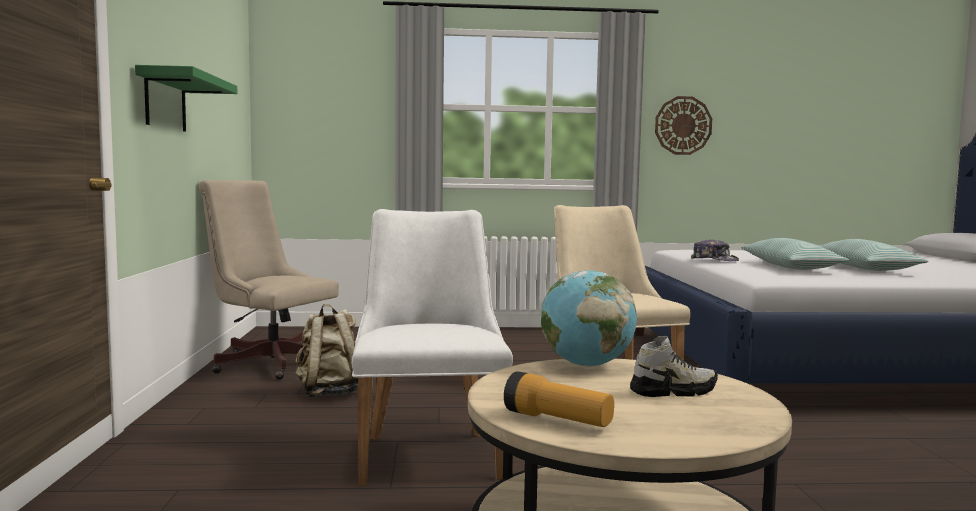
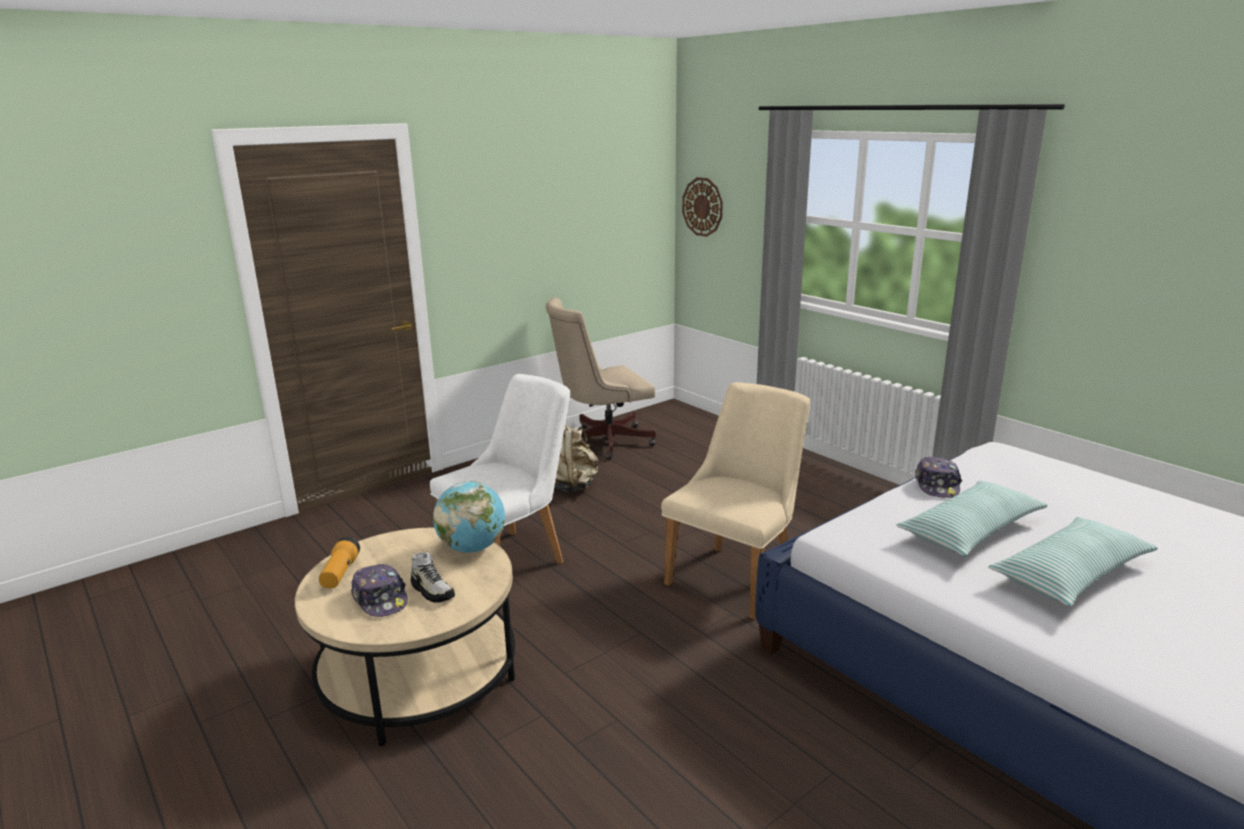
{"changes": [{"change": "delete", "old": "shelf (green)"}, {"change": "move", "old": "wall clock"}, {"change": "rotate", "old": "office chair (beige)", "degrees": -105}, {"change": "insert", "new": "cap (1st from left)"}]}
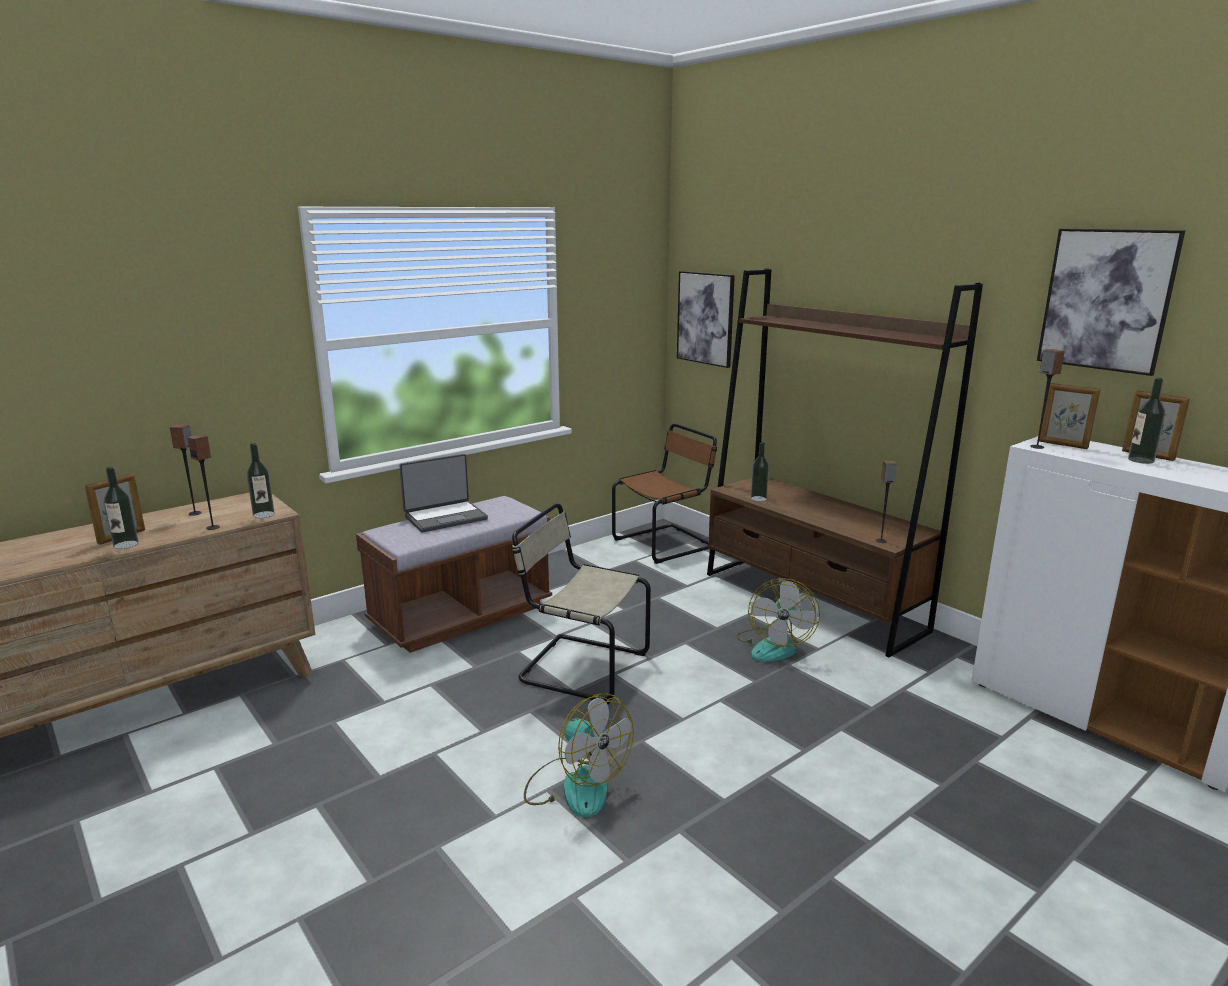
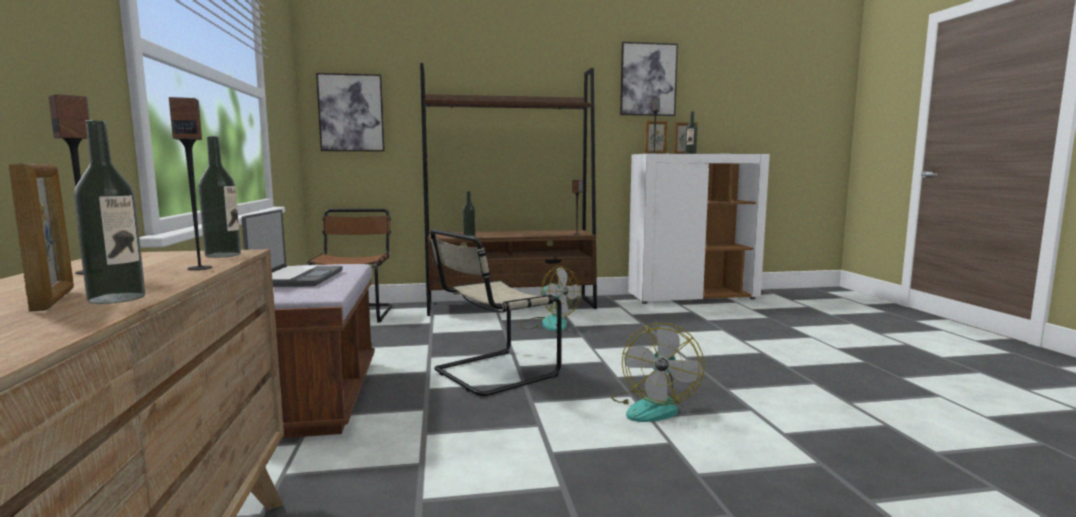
{"changes": [{"change": "rotate", "old": "fan (1st from left in the first image)", "degrees": 120}]}
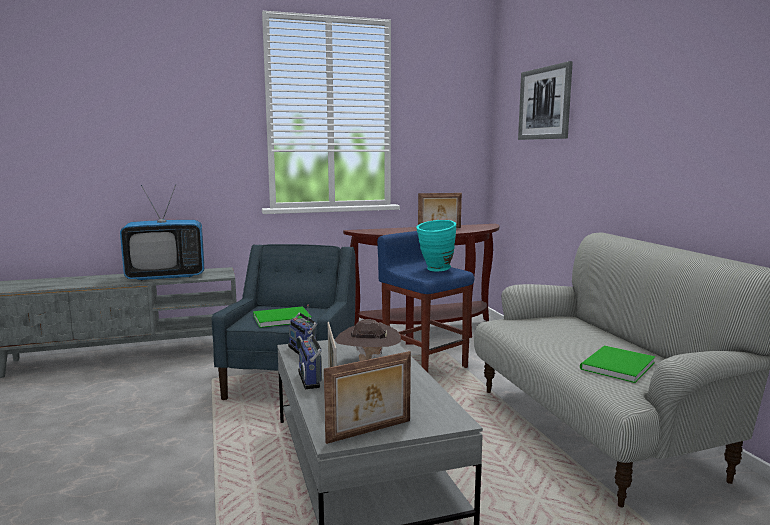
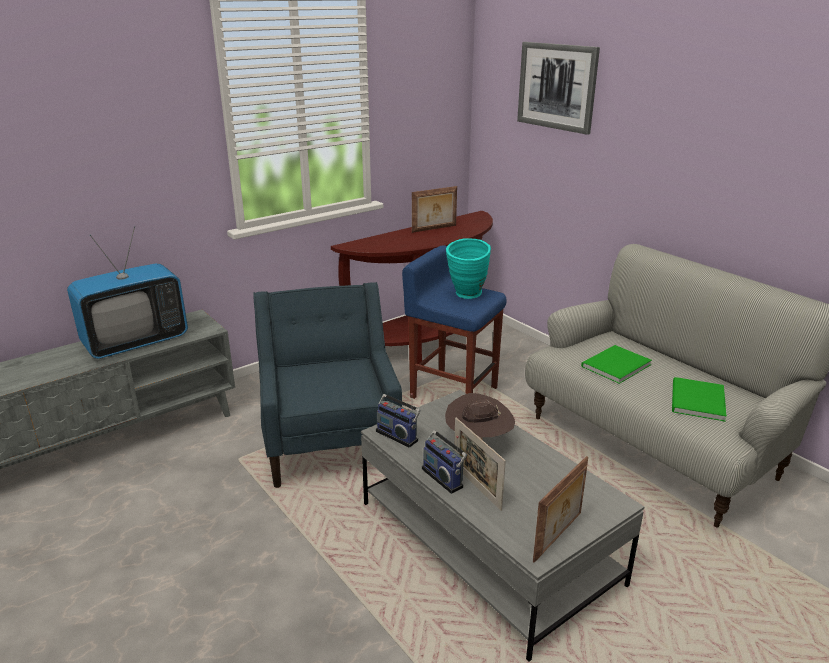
{"changes": [{"change": "move", "old": "book (green) (1st from left)"}]}
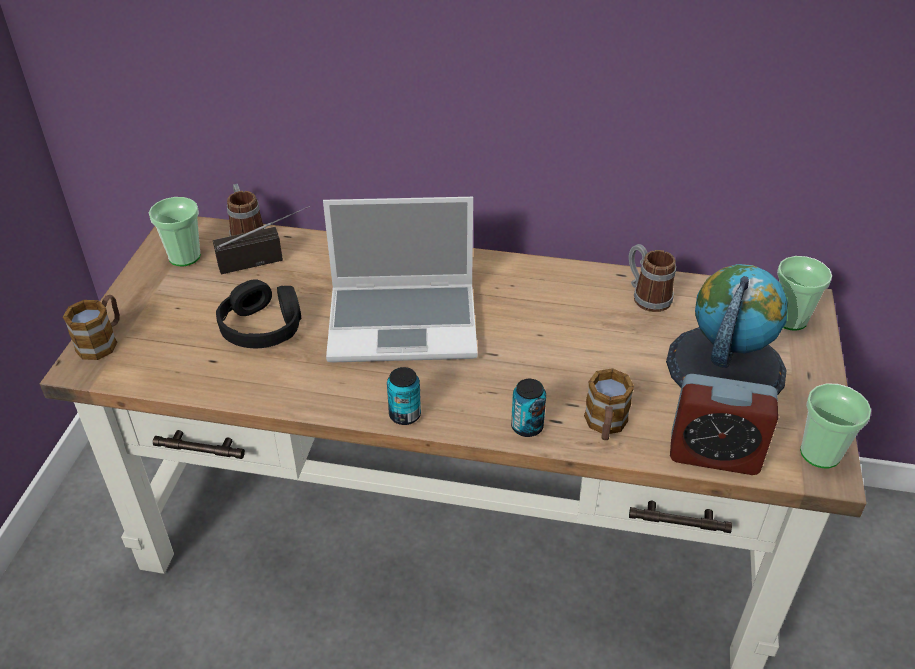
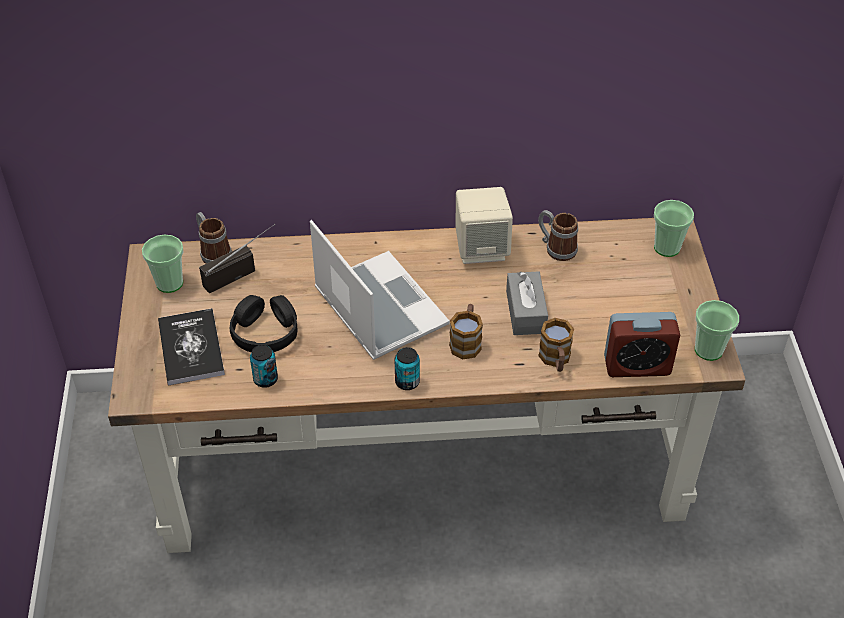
{"changes": [{"change": "rotate", "old": "laptop", "degrees": -105}, {"change": "delete", "old": "globe"}, {"change": "move", "old": "mug (1st from left in the first image)", "new": "mug (2nd from left)"}, {"change": "move", "old": "can (2nd from left in the first image)", "new": "can (1st from left)"}, {"change": "insert", "new": "speaker (beige)"}, {"change": "insert", "new": "tissue box (grey)"}, {"change": "insert", "new": "book"}]}
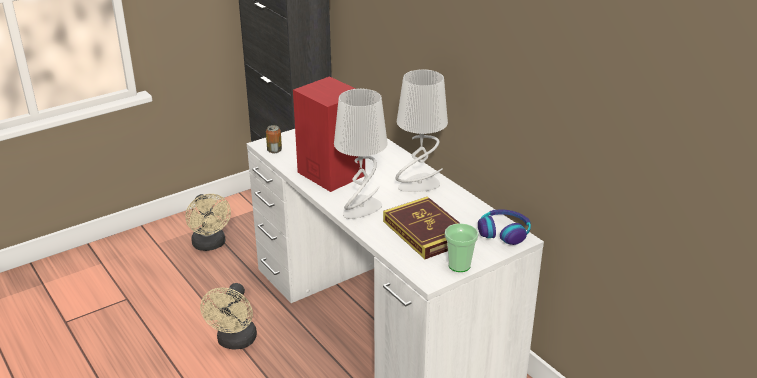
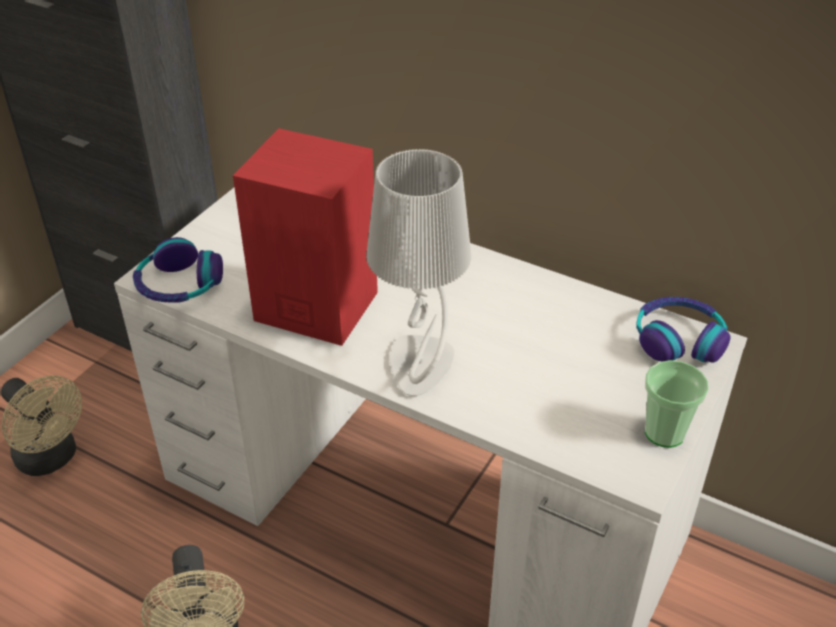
{"changes": [{"change": "delete", "old": "table lamp (grey) (2nd from left)"}, {"change": "replace", "old": "can", "new": "headphones (1st from left)"}, {"change": "delete", "old": "book"}]}
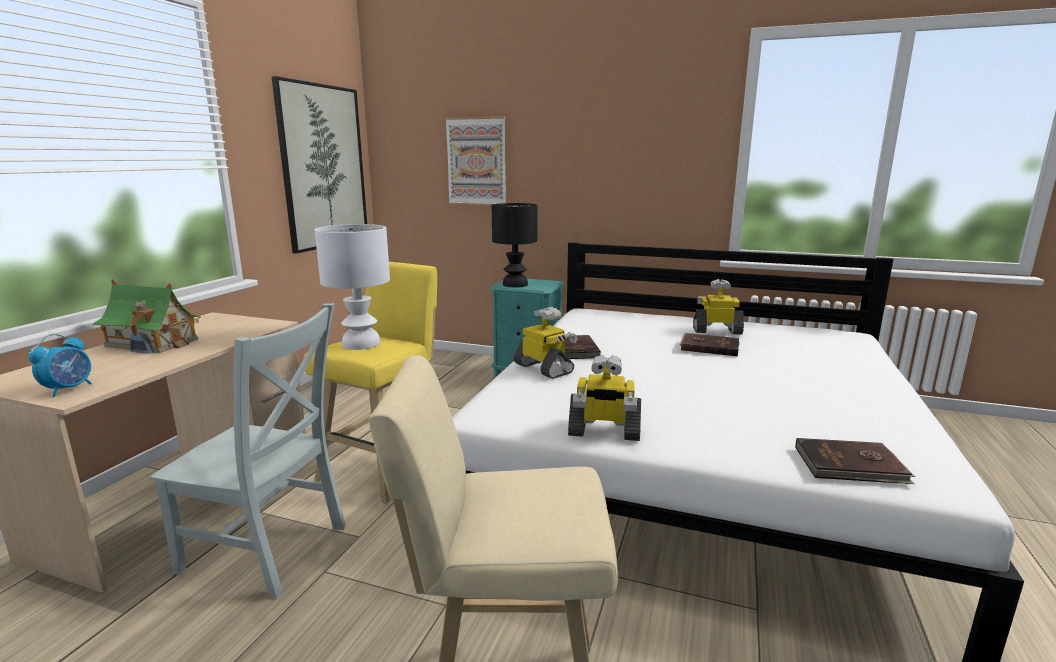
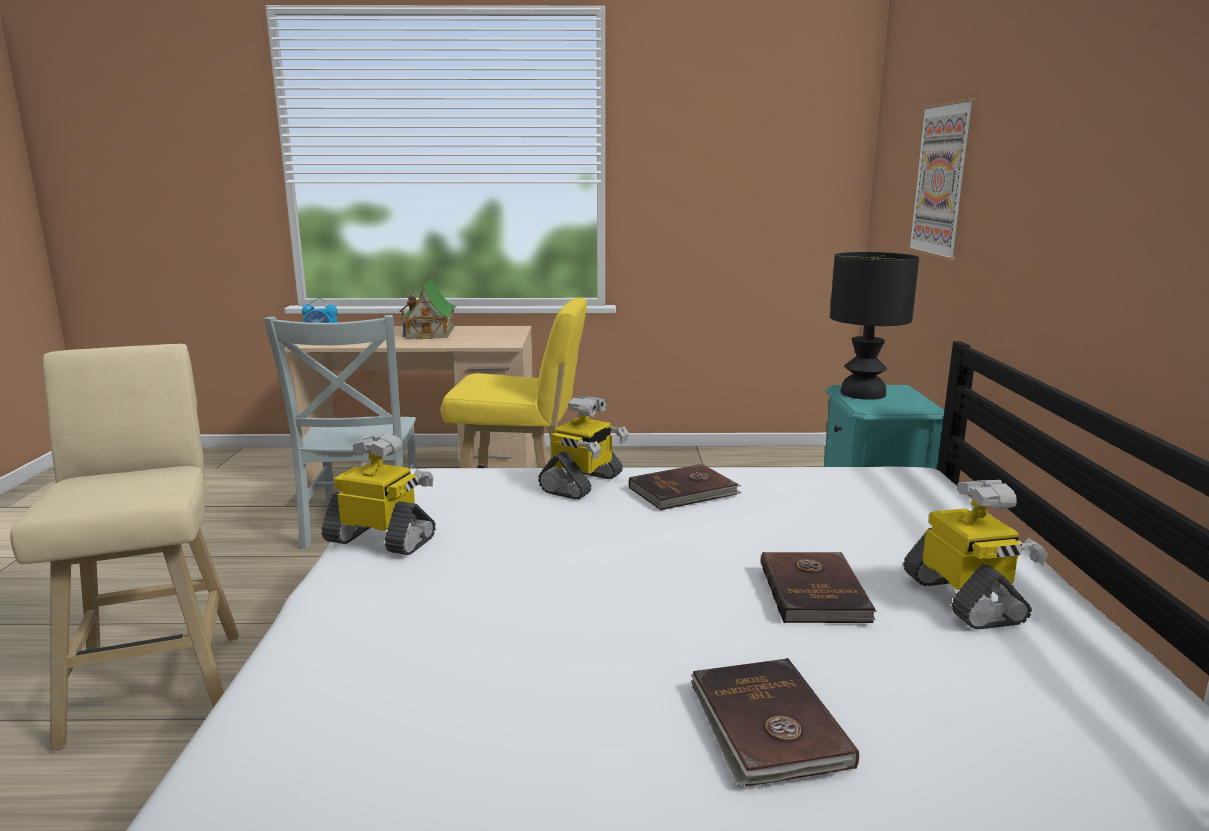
{"changes": [{"change": "delete", "old": "picture (1st from left)"}, {"change": "delete", "old": "table lamp (white)"}, {"change": "rotate", "old": "toy robot (2nd from left in the first image)", "degrees": 120}, {"change": "move", "old": "book (brown) (3rd from left in the first image)", "new": "book (brown) (2nd from left)"}]}
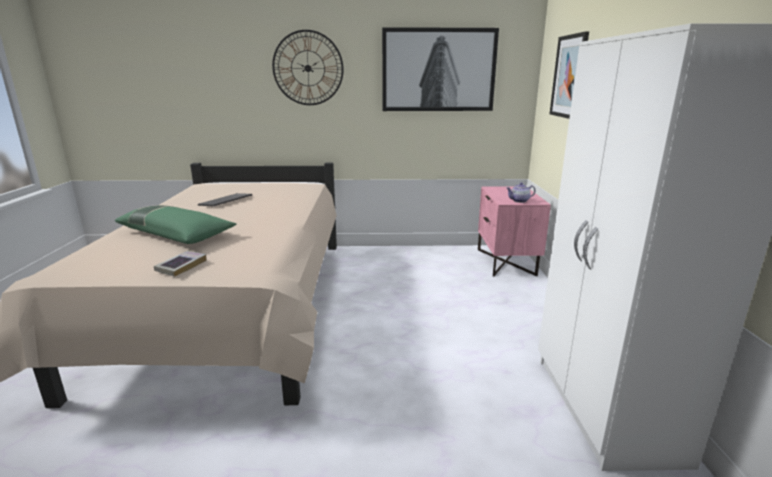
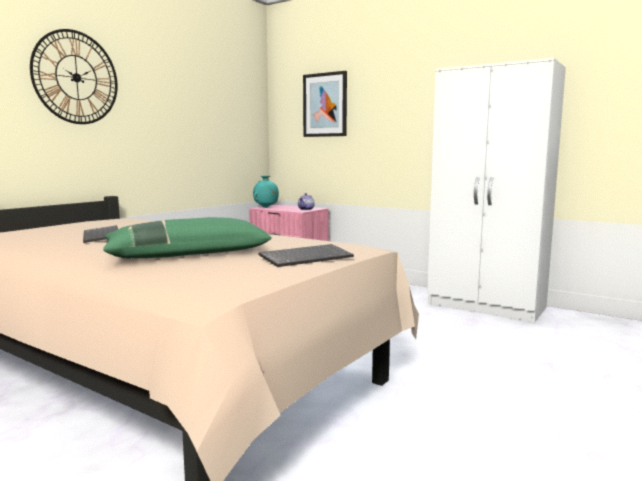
{"changes": [{"change": "delete", "old": "picture (1st from left)"}, {"change": "replace", "old": "book", "new": "keyboard (2nd from left)"}, {"change": "insert", "new": "vase (turquoise)"}]}
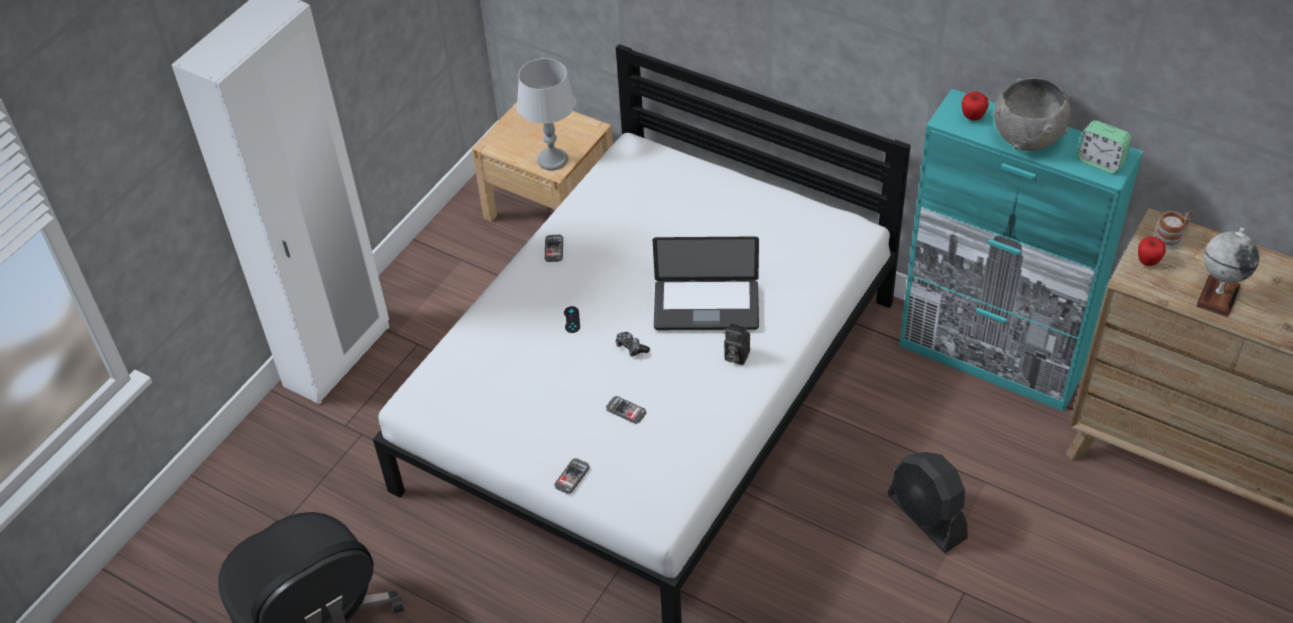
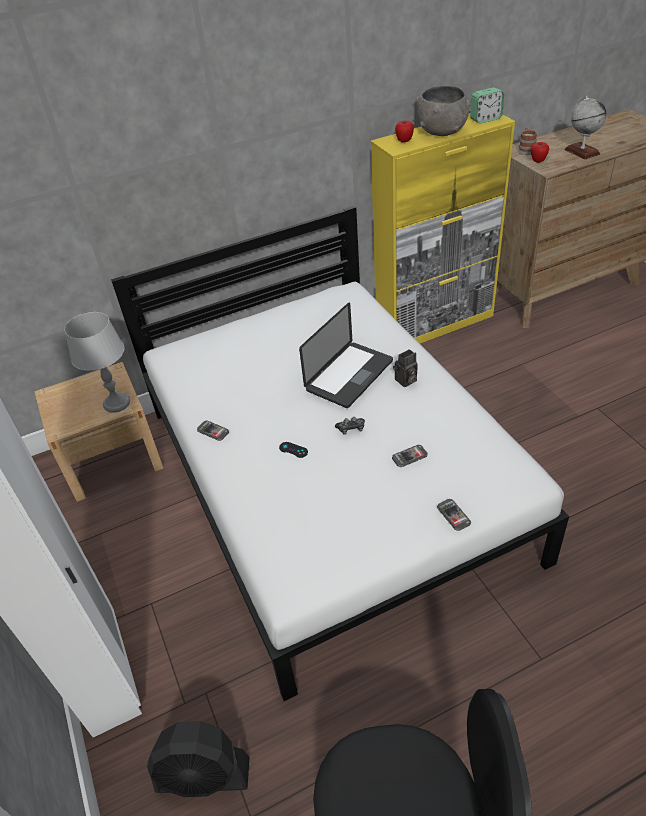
{"changes": [{"change": "recolor", "old": "cabinet (turquoise)", "new": "cabinet (yellow)"}, {"change": "move", "old": "fan (black)"}]}
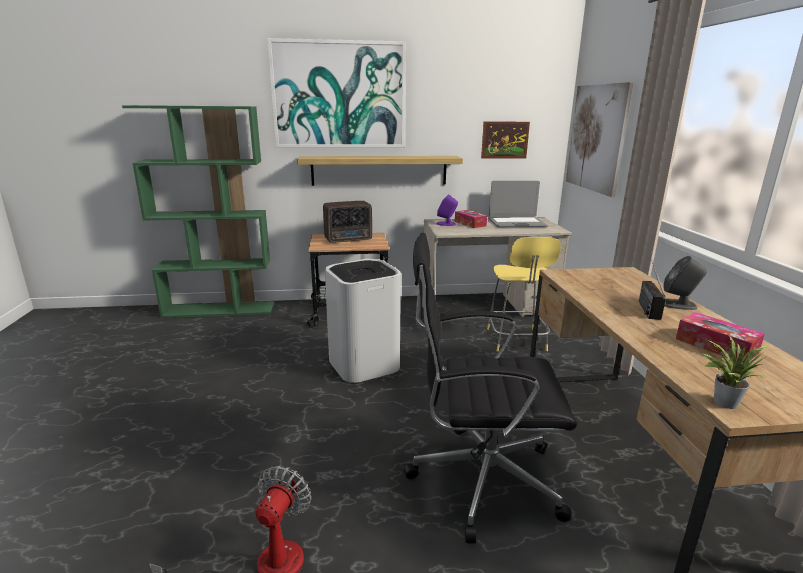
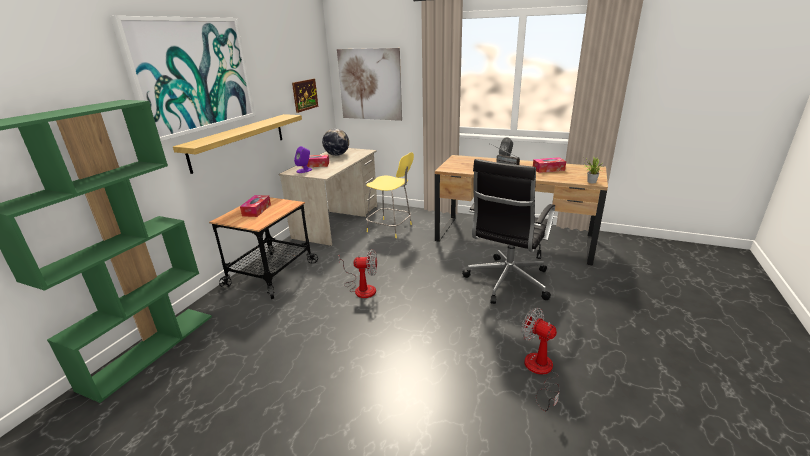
{"changes": [{"change": "replace", "old": "laptop", "new": "globe"}, {"change": "replace", "old": "radio (1st from left)", "new": "tissue box (1st from left)"}, {"change": "replace", "old": "trash can (white)", "new": "fan (1st from left)"}]}
